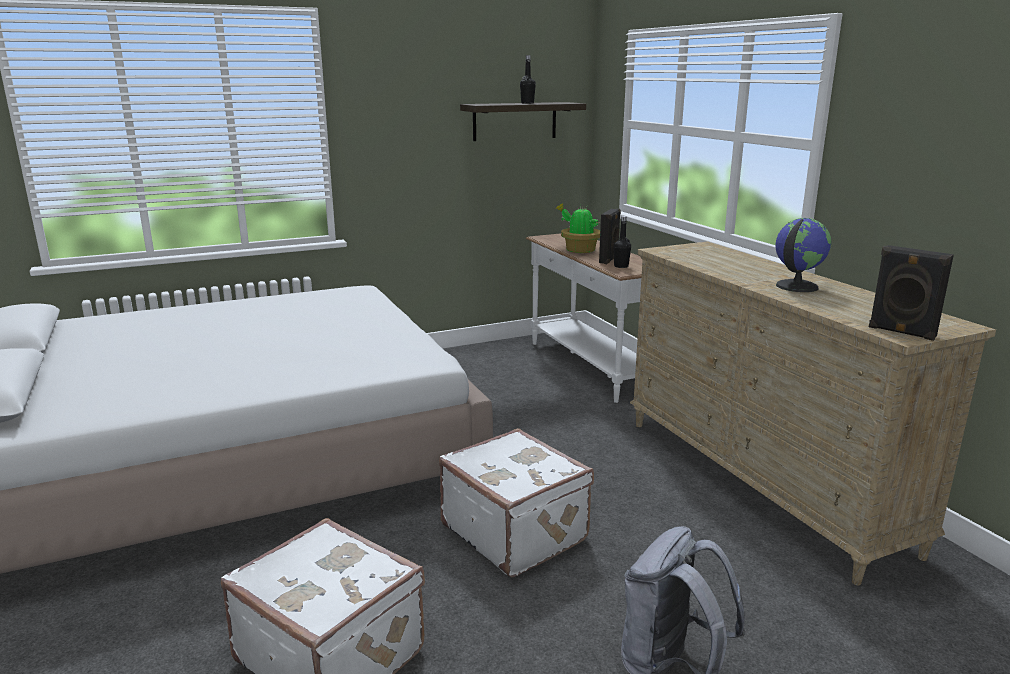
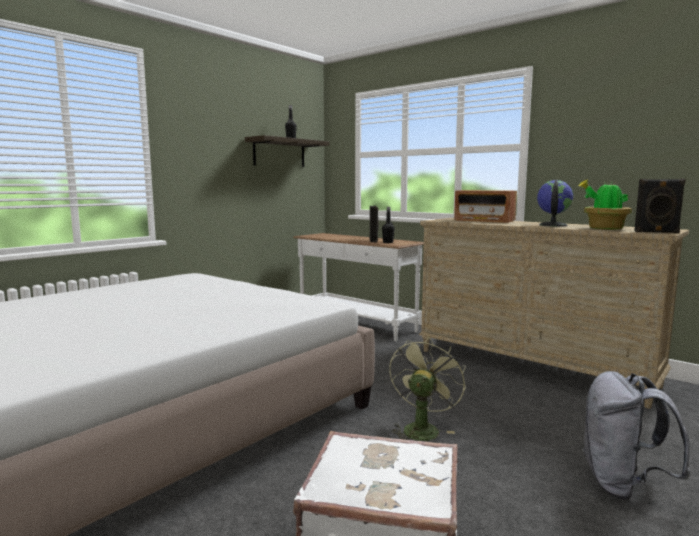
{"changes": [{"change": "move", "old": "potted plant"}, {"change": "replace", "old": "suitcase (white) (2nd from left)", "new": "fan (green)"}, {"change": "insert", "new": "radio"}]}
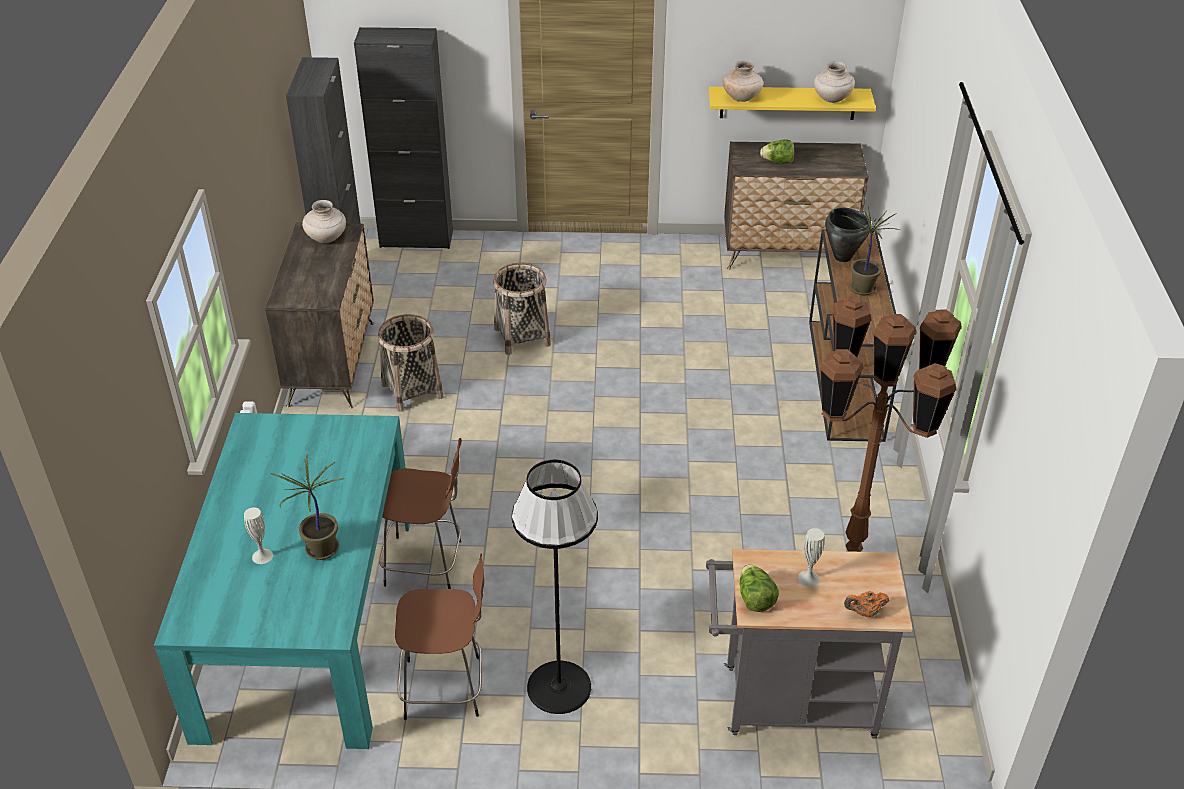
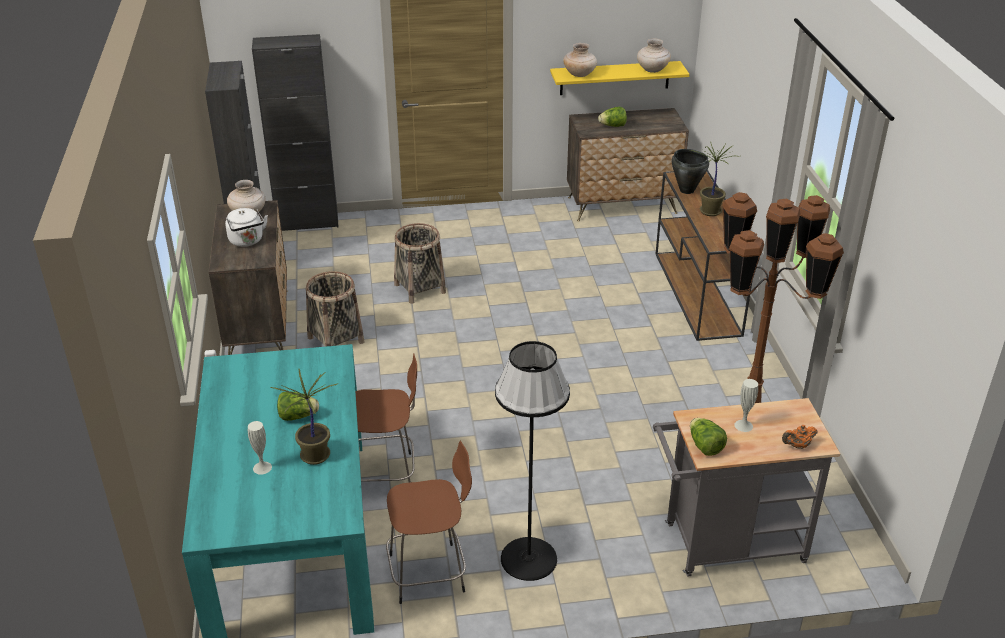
{"changes": [{"change": "insert", "new": "kettle (white)"}, {"change": "insert", "new": "lettuce (1st from left)"}]}
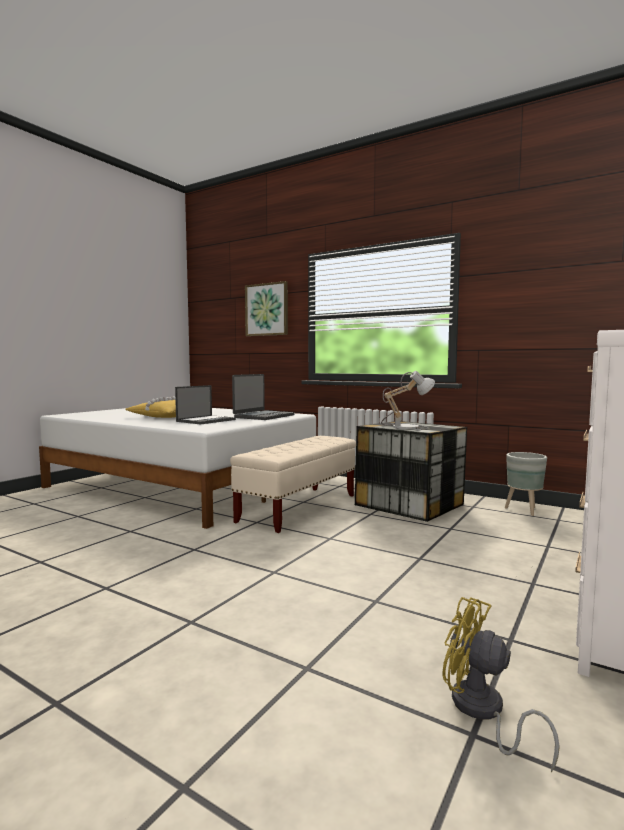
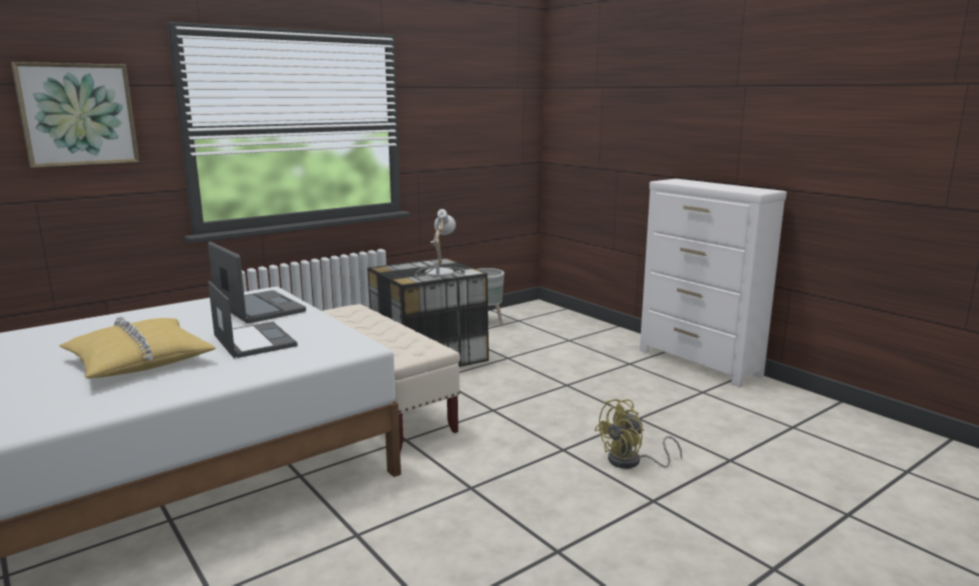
{"changes": [{"change": "move", "old": "fan (yellow)"}]}
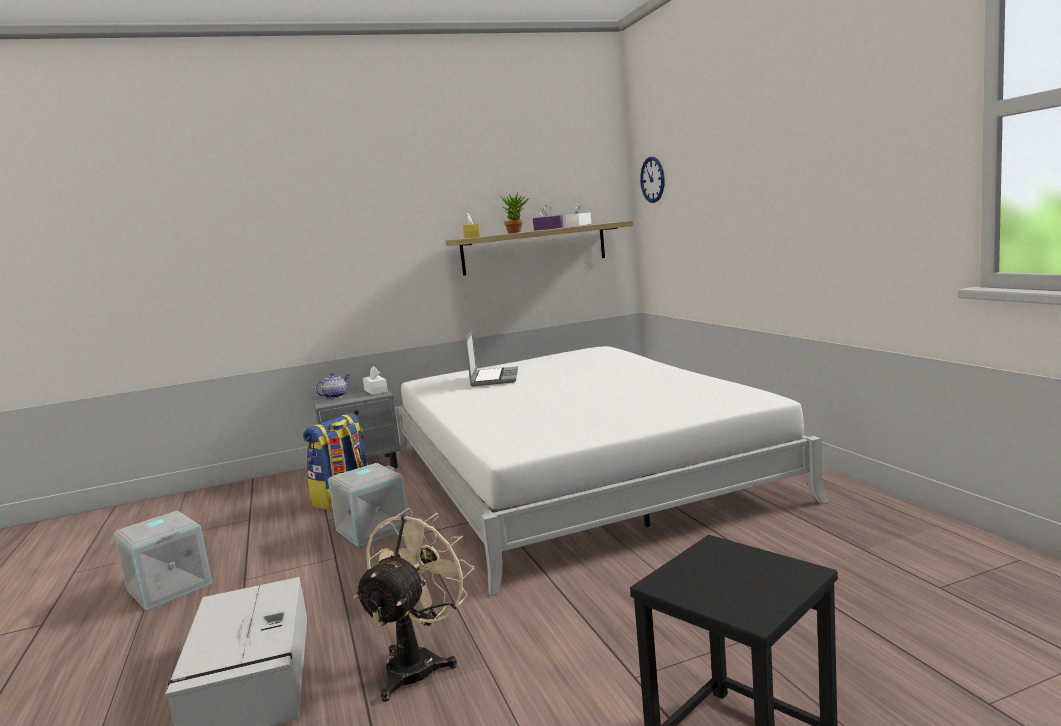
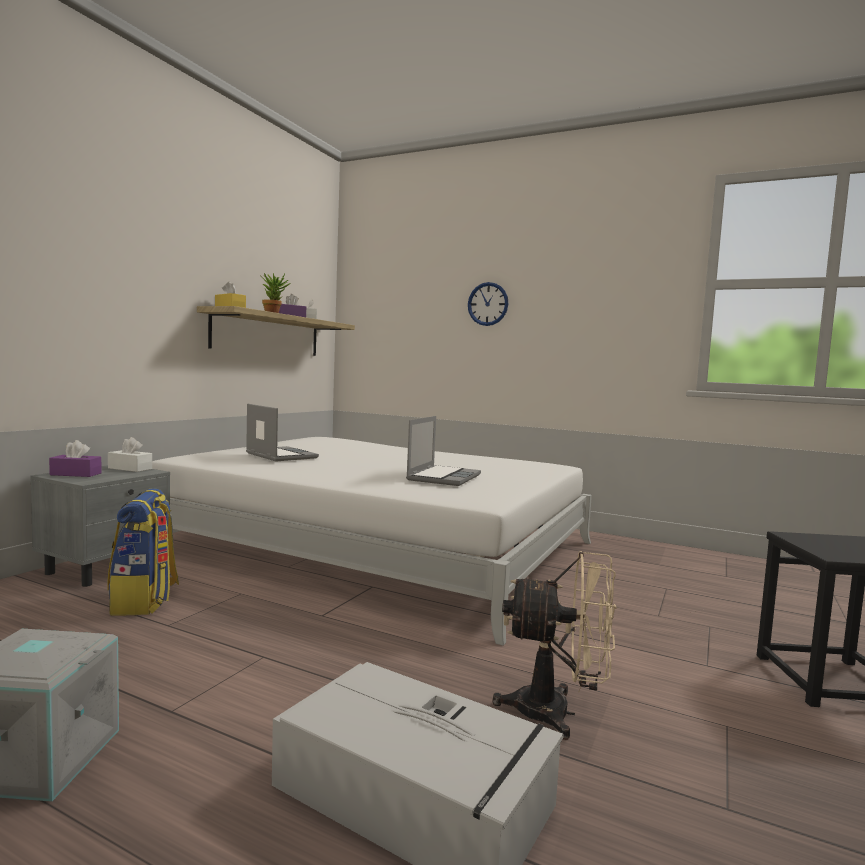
{"changes": [{"change": "move", "old": "wall clock"}, {"change": "replace", "old": "teapot", "new": "tissue box (purple) (1st from left)"}, {"change": "delete", "old": "storage box (grey) (3rd from left)"}, {"change": "rotate", "old": "fan (beige)", "degrees": 120}, {"change": "insert", "new": "laptop (2nd from left)"}]}
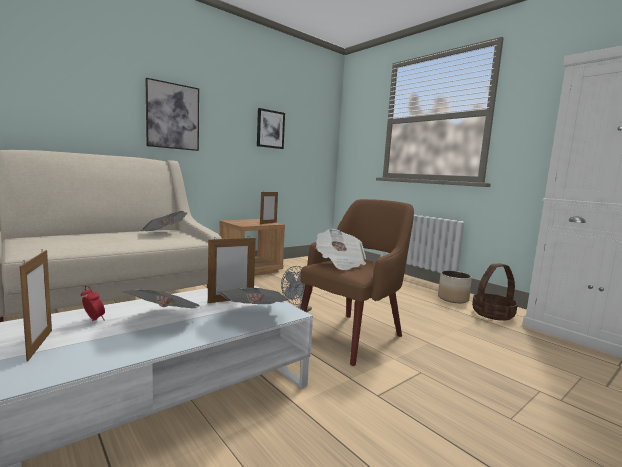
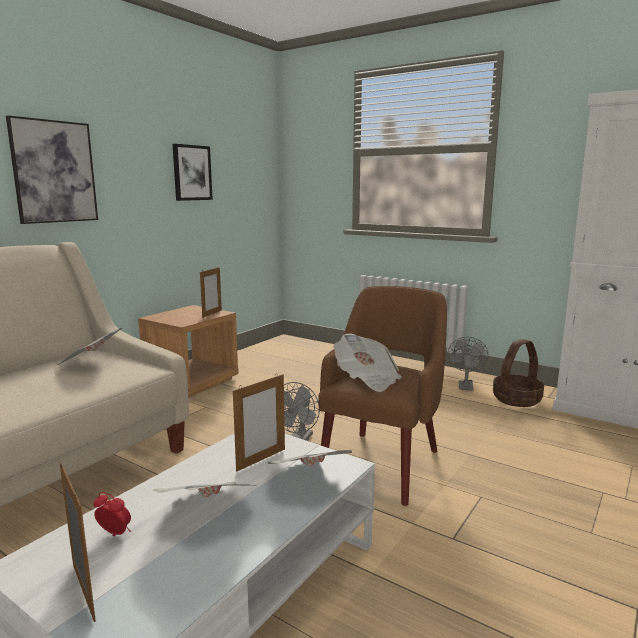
{"changes": [{"change": "replace", "old": "planter", "new": "fan (grey) (2nd from left)"}]}
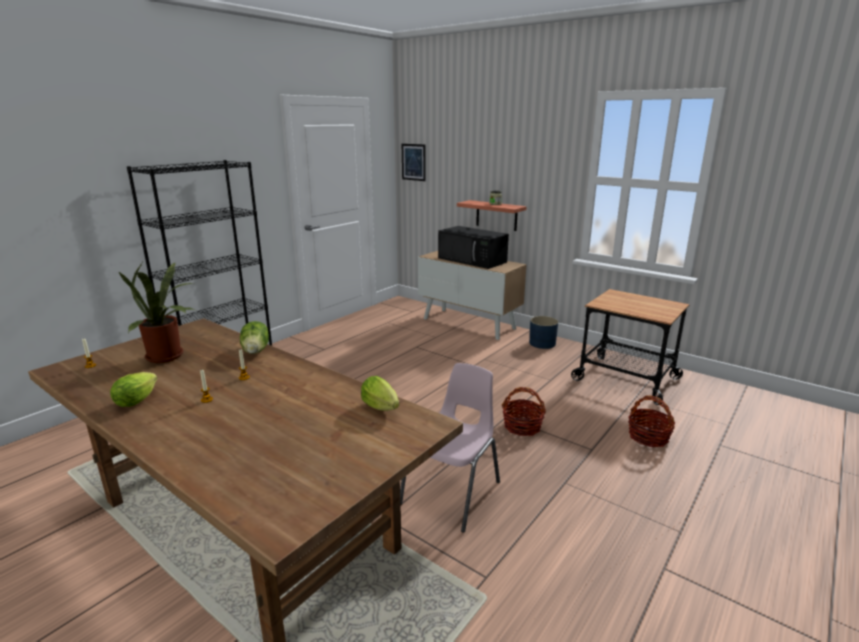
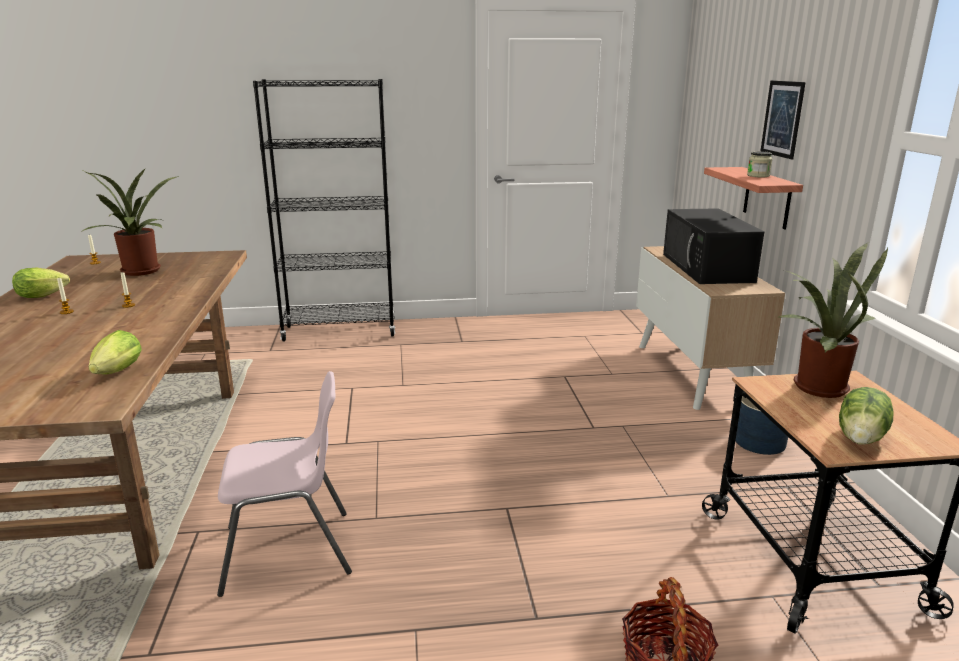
{"changes": [{"change": "move", "old": "picture"}, {"change": "move", "old": "lettuce (2nd from left in the first image)", "new": "lettuce (3rd from left)"}, {"change": "delete", "old": "basket (1st from left)"}, {"change": "insert", "new": "potted plant (2nd from left)"}]}
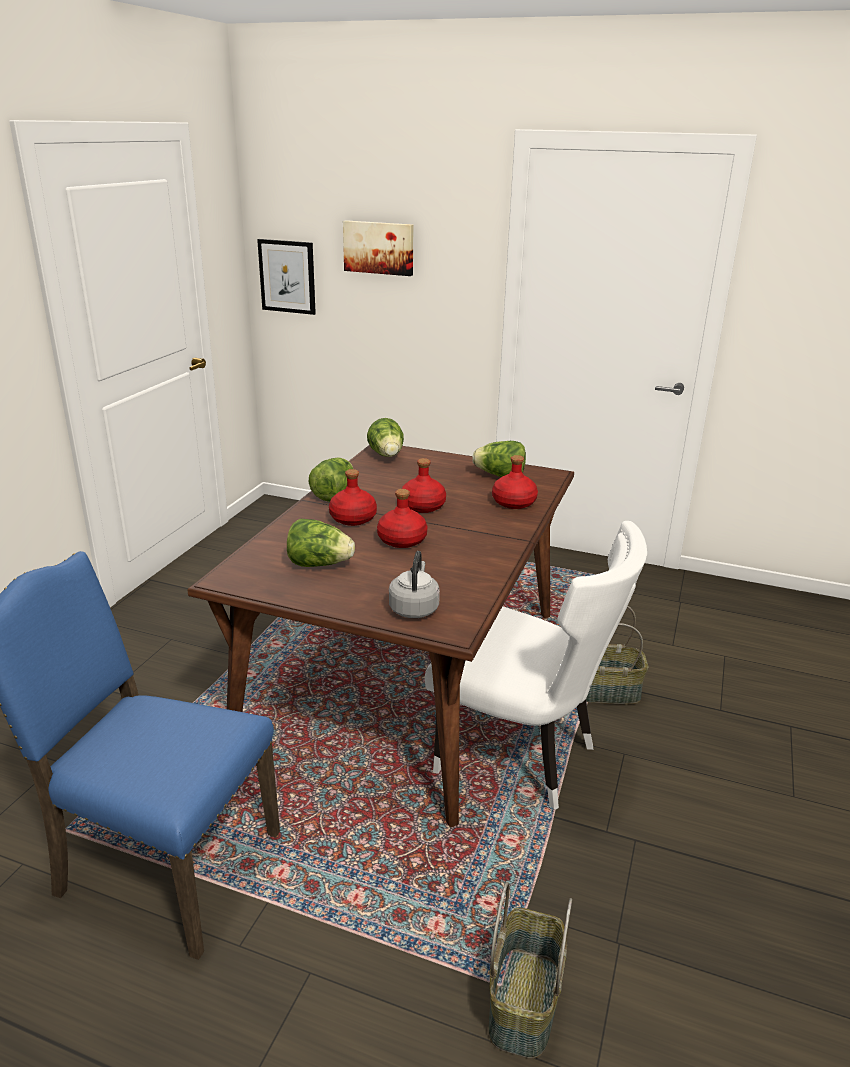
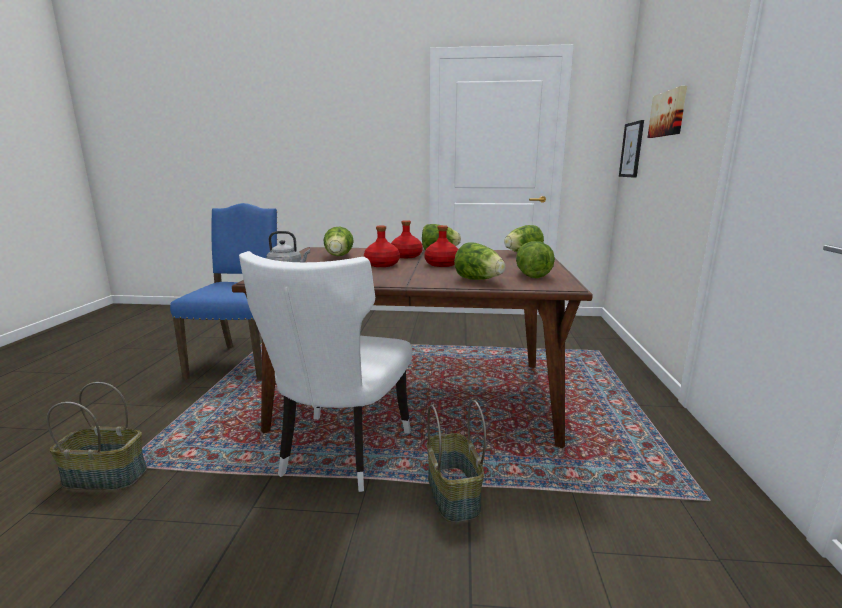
{"changes": [{"change": "replace", "old": "bottle (red) (4th from left)", "new": "lettuce (3rd from left)"}]}
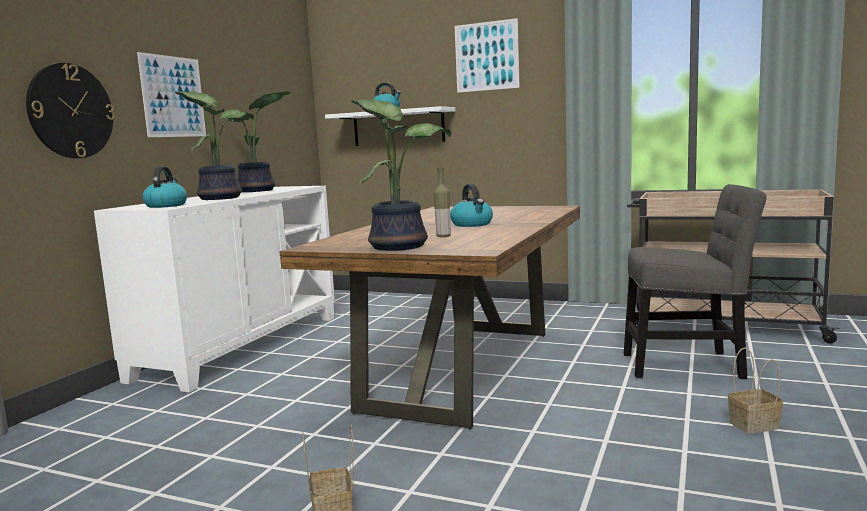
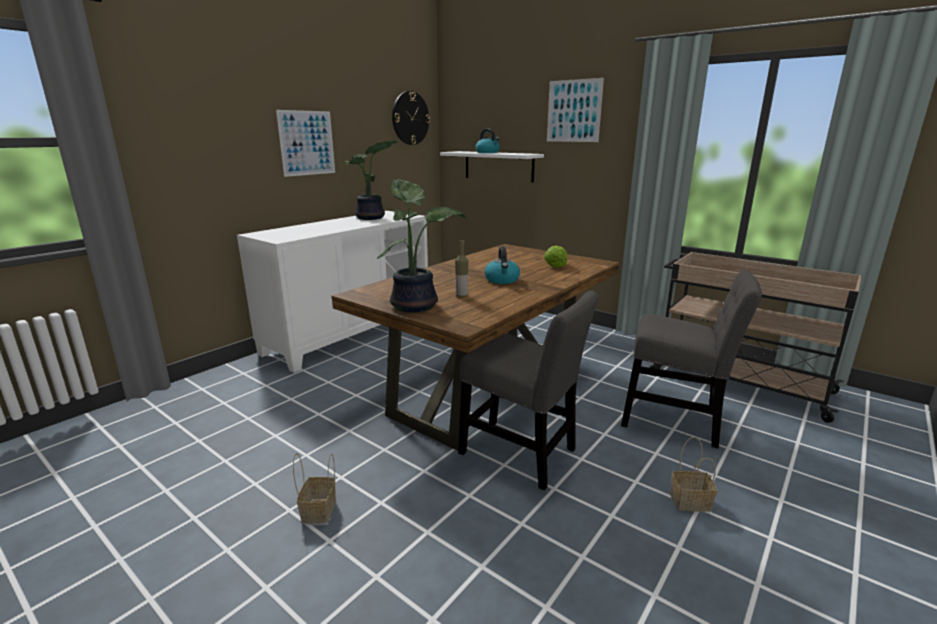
{"changes": [{"change": "move", "old": "wall clock"}, {"change": "delete", "old": "potted plant (1st from left)"}, {"change": "delete", "old": "kettle (1st from left)"}, {"change": "insert", "new": "lettuce"}, {"change": "insert", "new": "chair (grey) (1st from left)"}]}
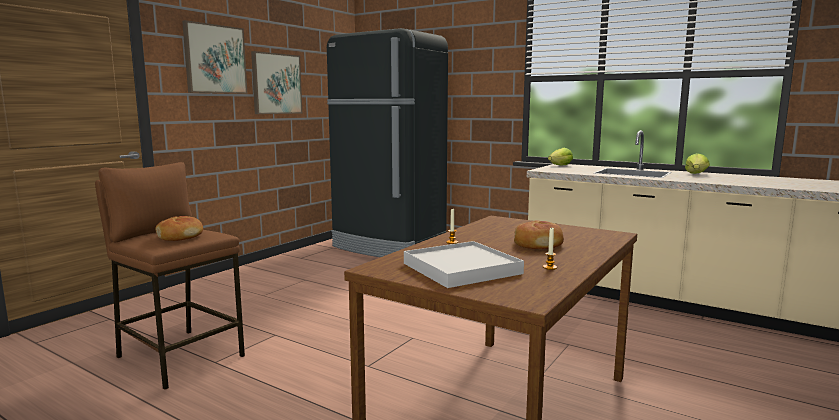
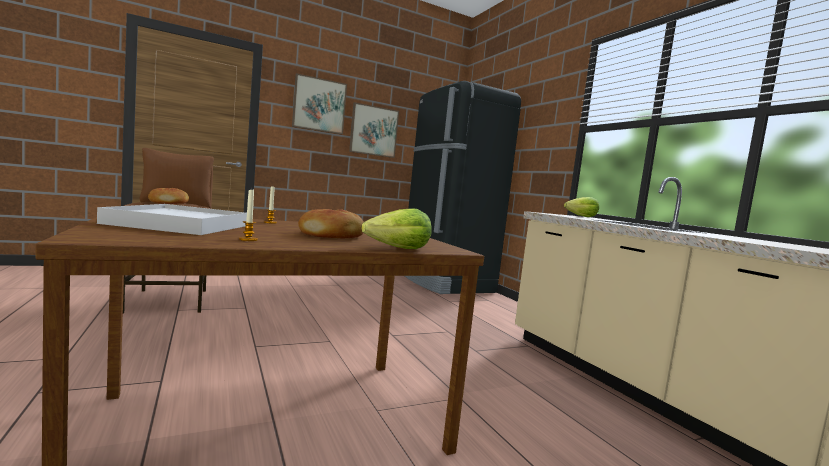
{"changes": [{"change": "move", "old": "lettuce (2nd from left in the first image)", "new": "lettuce (1st from left)"}]}
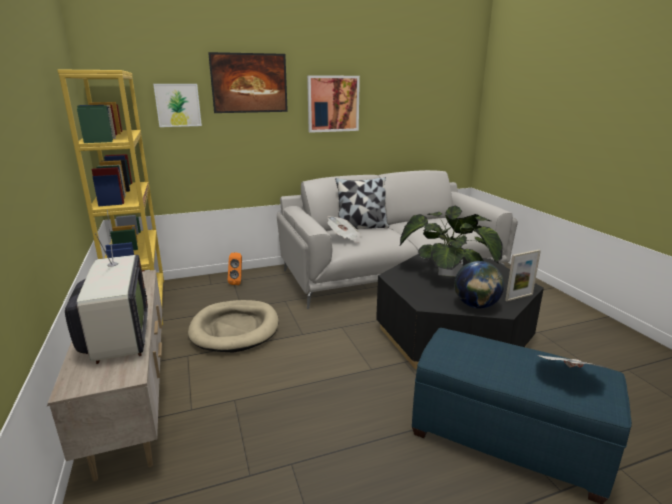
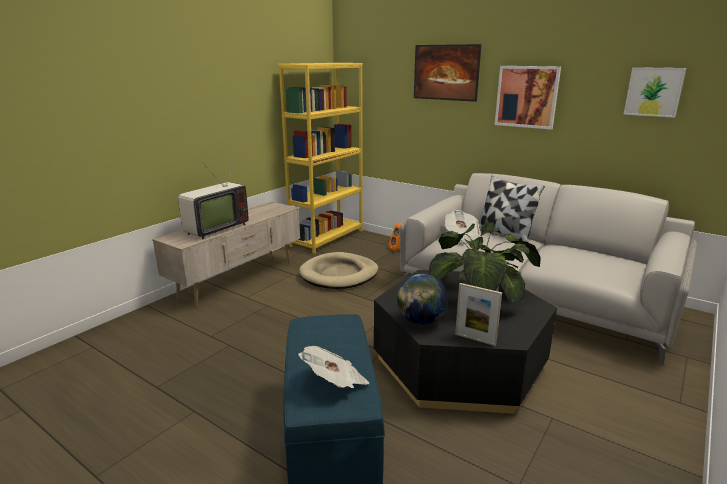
{"changes": [{"change": "move", "old": "picture (1st from left in the first image)", "new": "picture (3rd from left)"}]}
